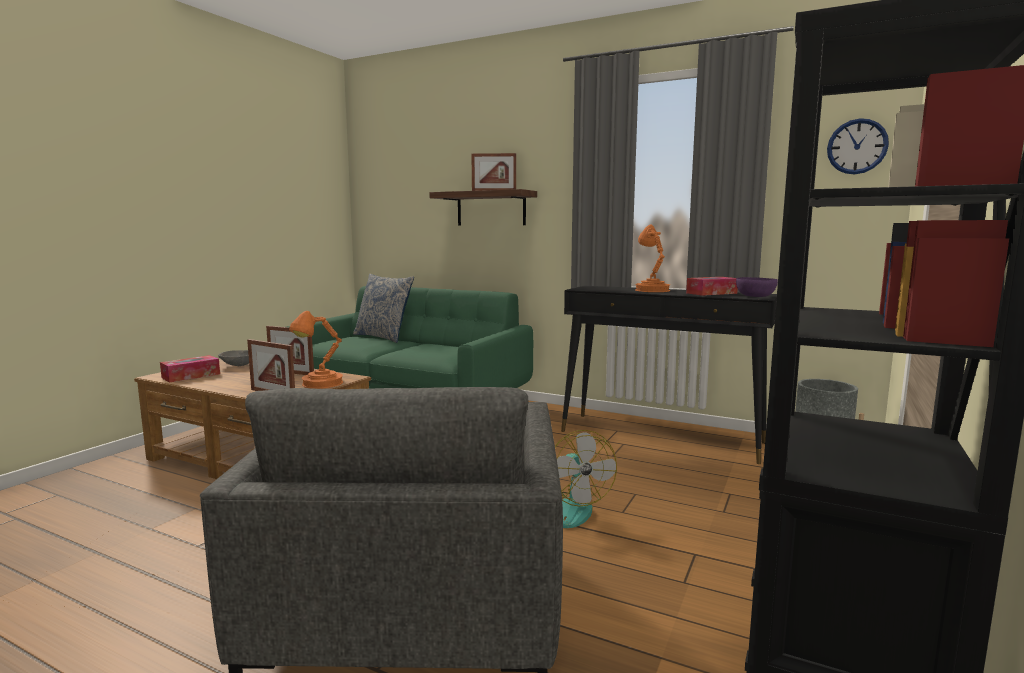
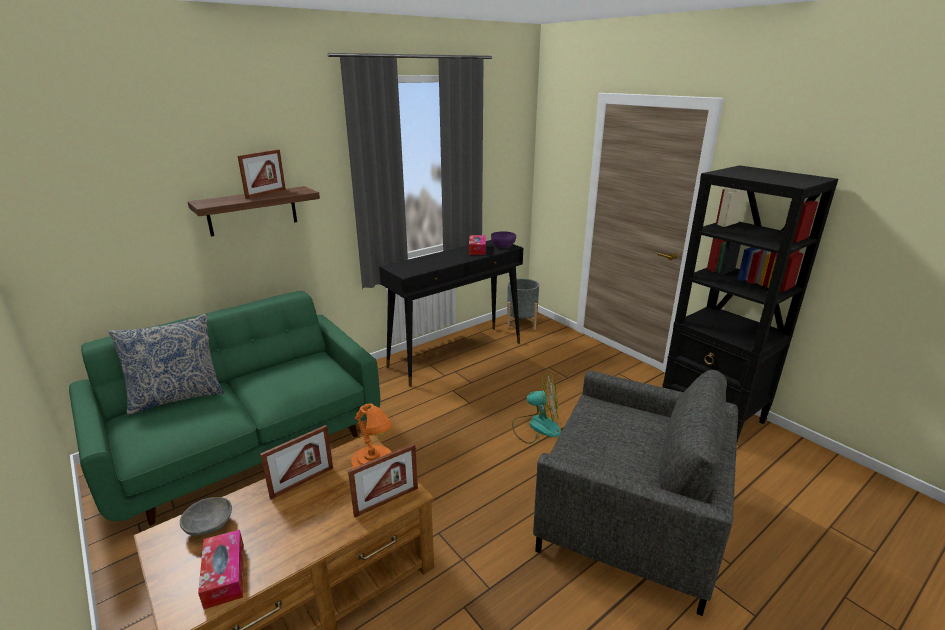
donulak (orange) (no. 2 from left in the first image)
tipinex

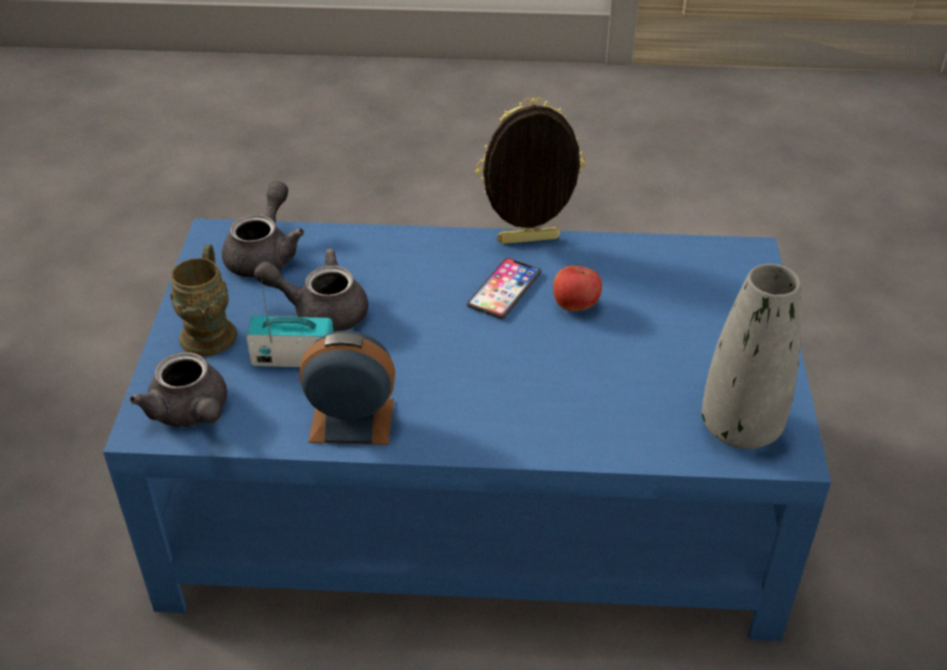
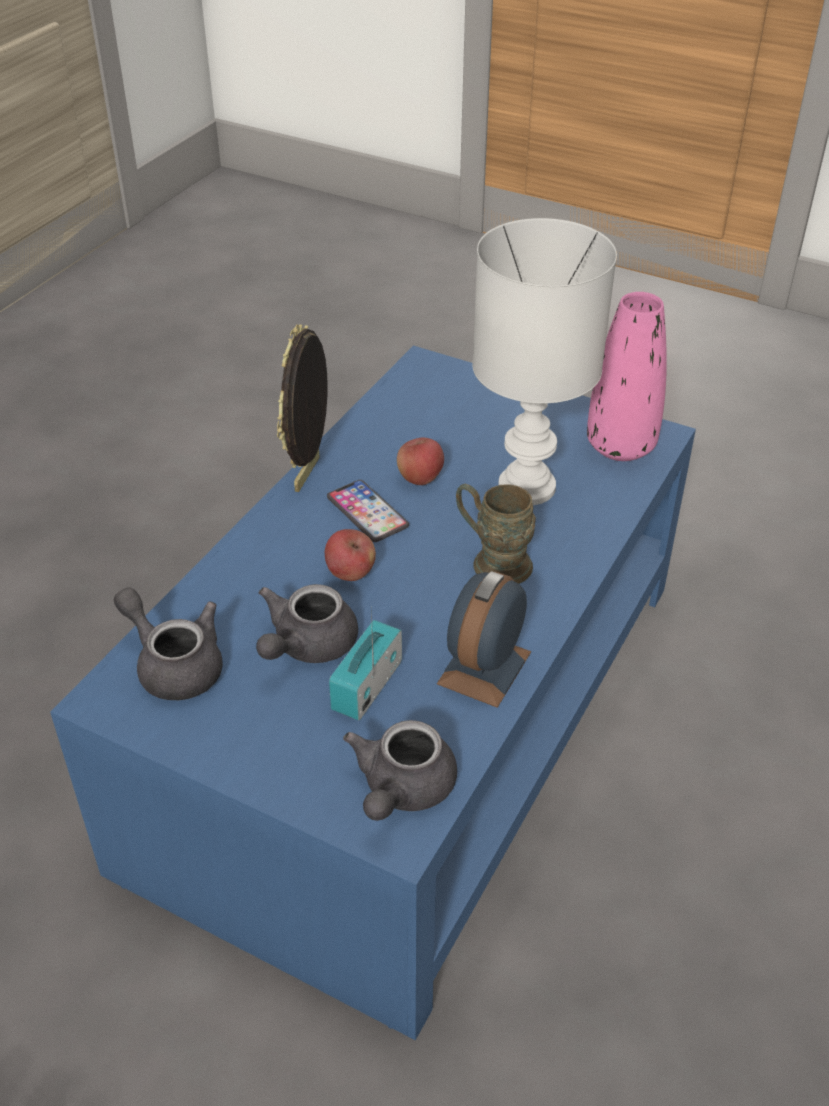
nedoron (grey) (no. 3 from left)
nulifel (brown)
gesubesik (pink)
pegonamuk (no. 1 from left)
donulak (white)

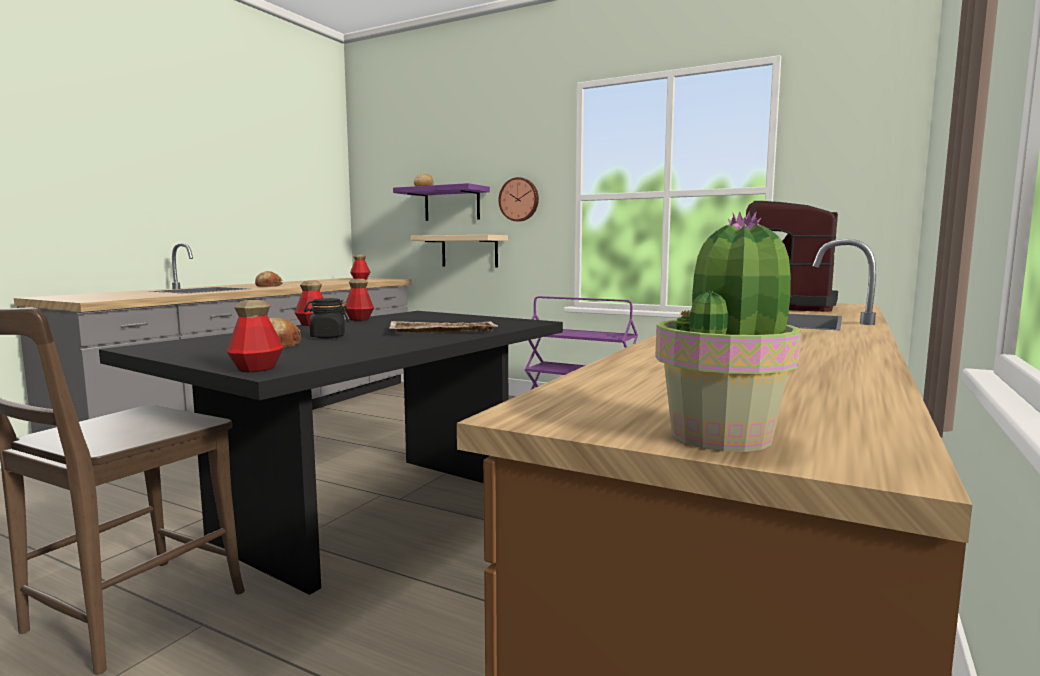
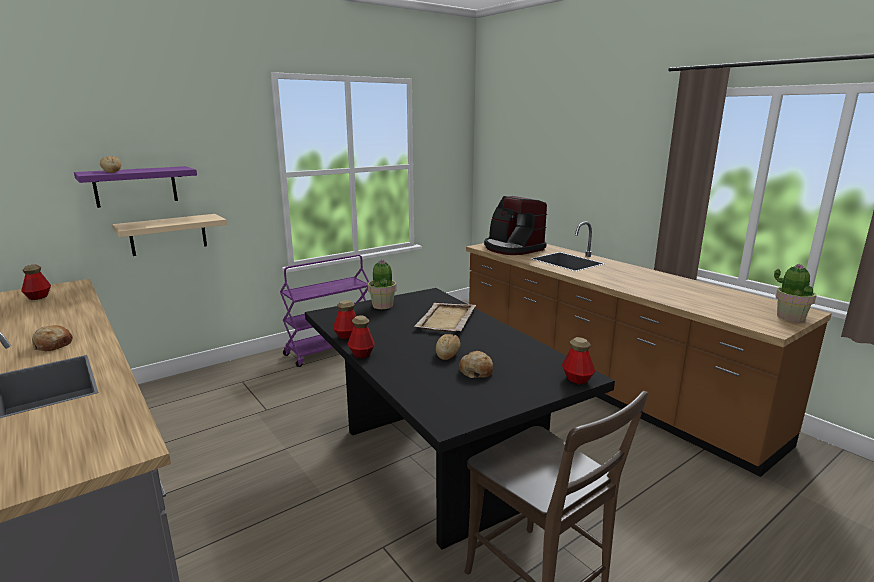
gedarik (no. 3 from left)
tipinex
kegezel (no. 1 from left)

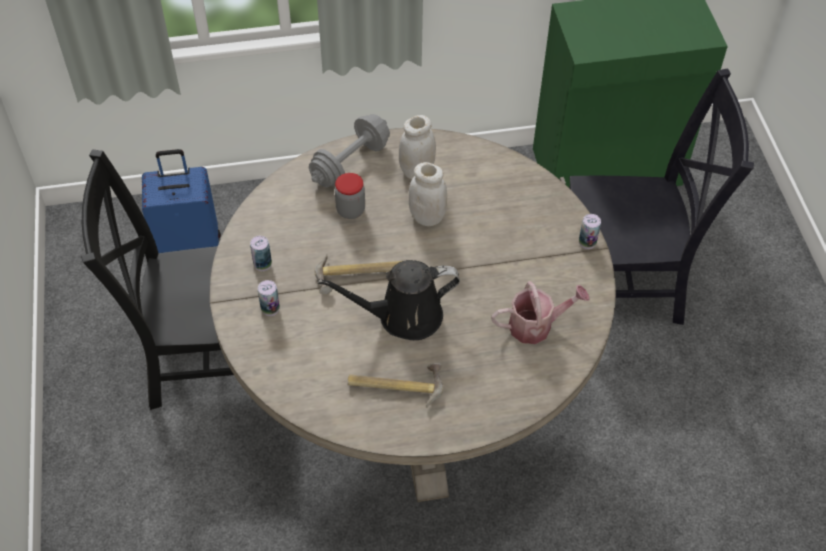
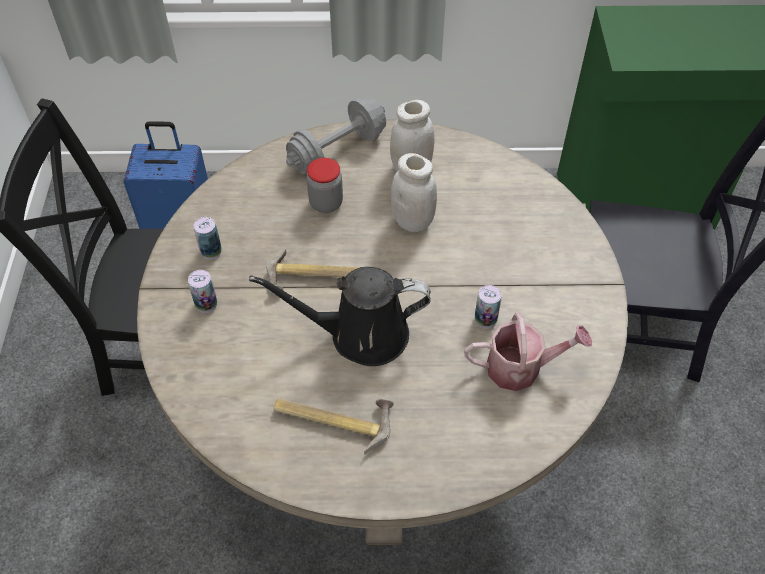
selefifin (no. 3 from left)

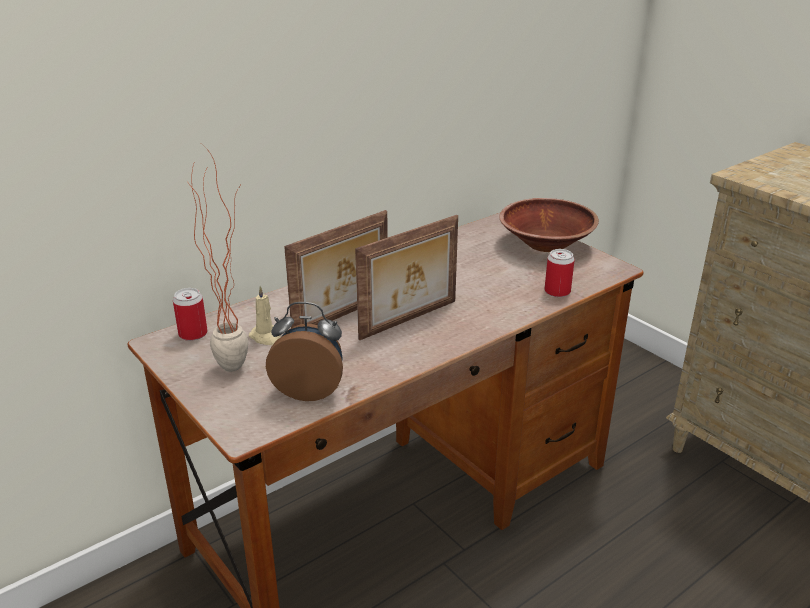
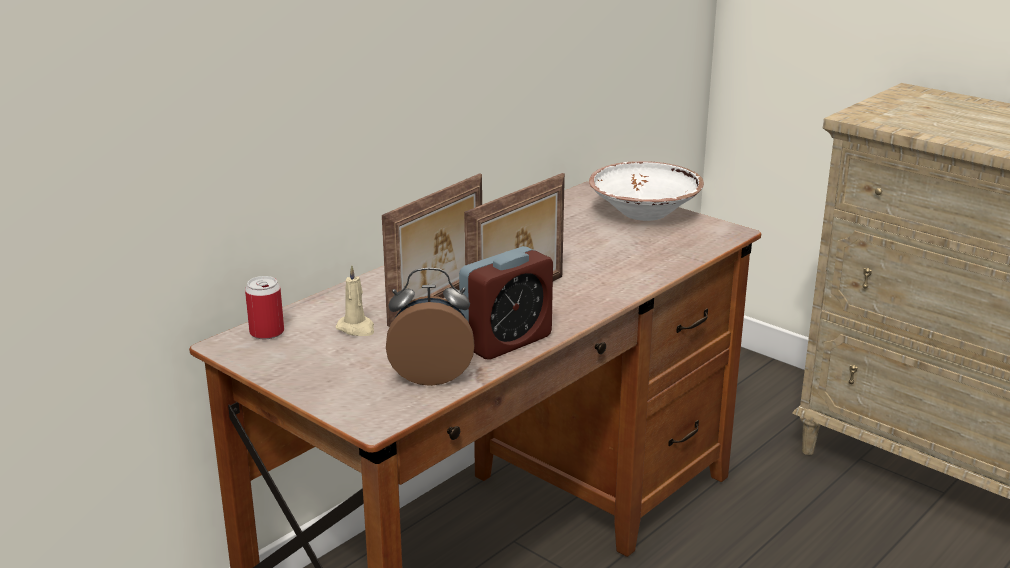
kegezel
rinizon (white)
selefifin (no. 2 from left in the first image)
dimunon (no. 2 from left)

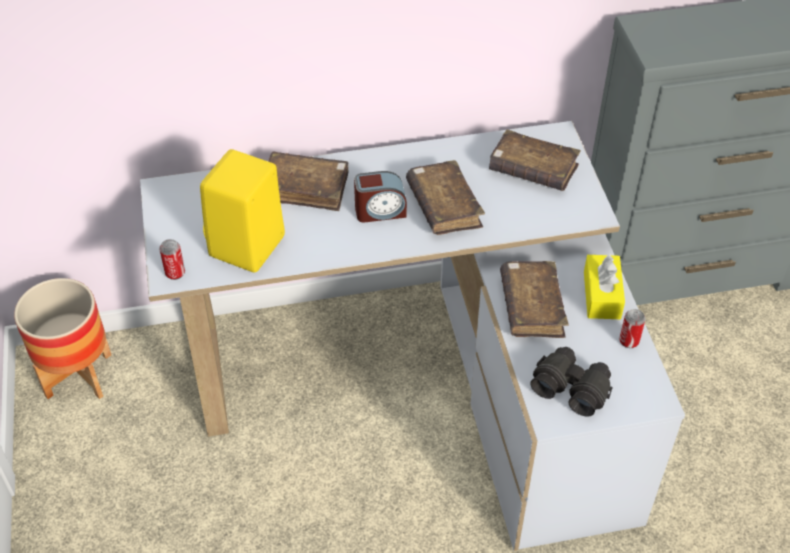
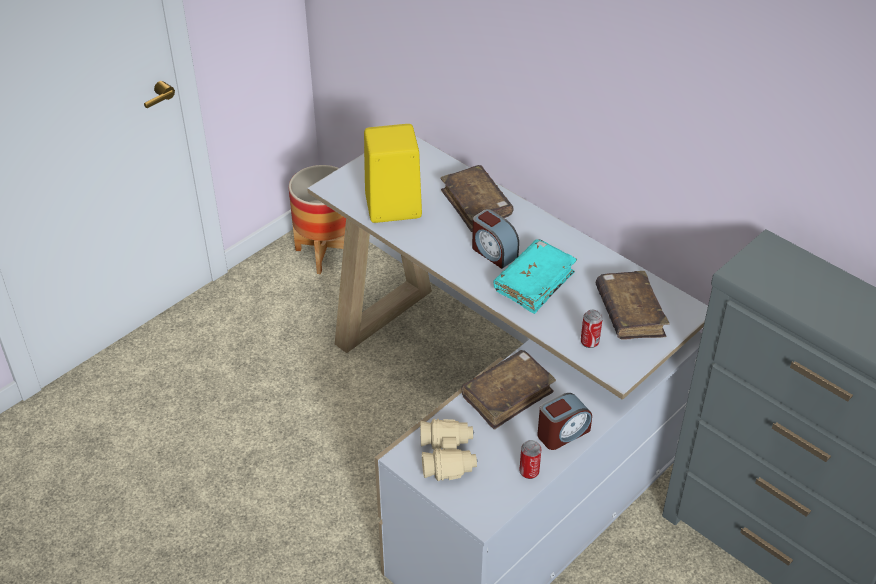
selefifin (no. 2 from left)
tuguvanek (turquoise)
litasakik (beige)
dimunon (no. 2 from left)

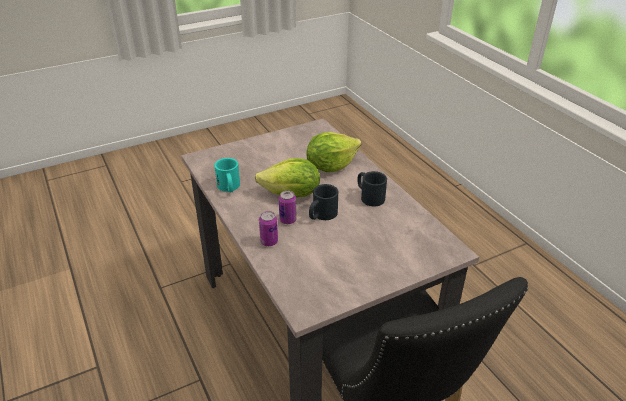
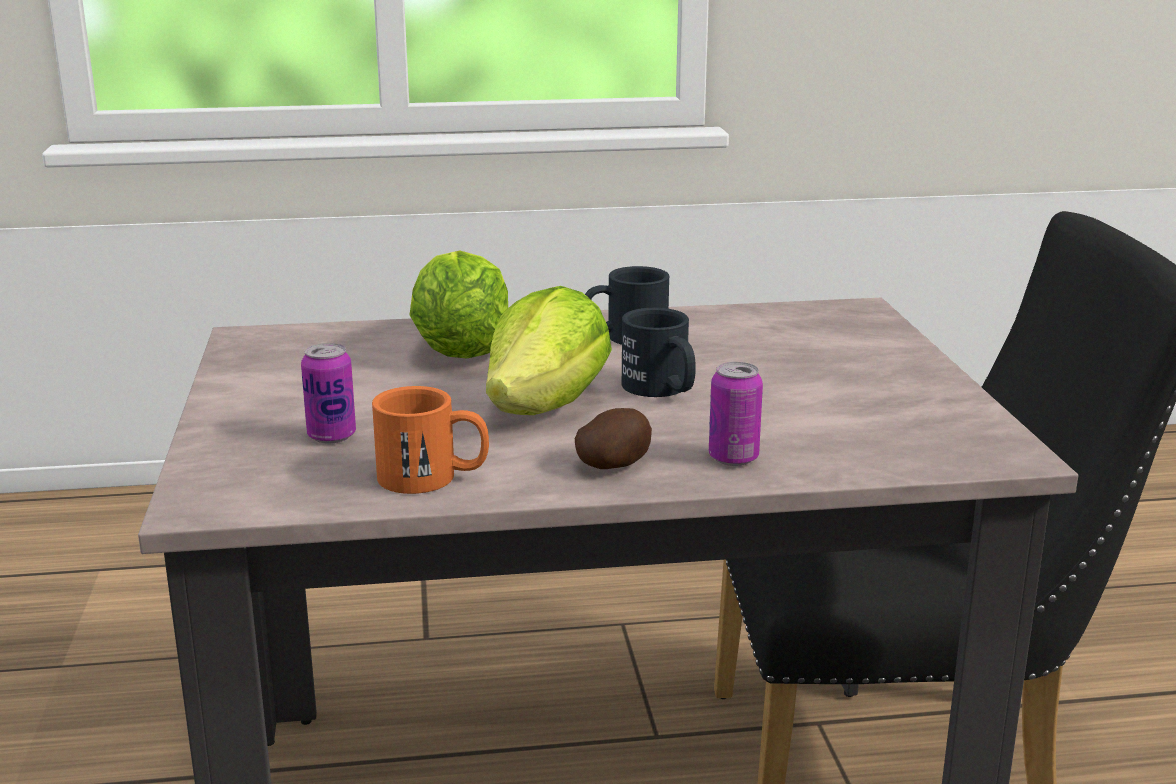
nulifel (orange)
selefifin (no. 1 from left)
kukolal

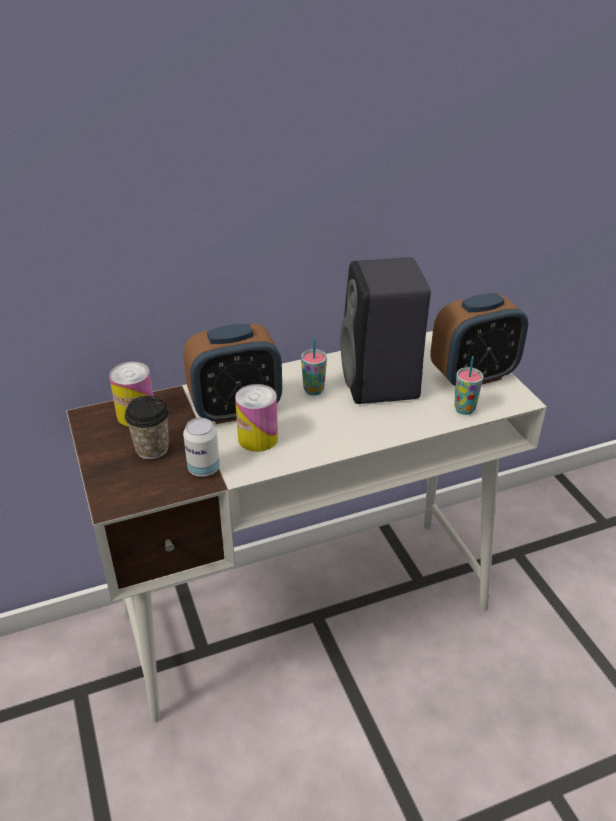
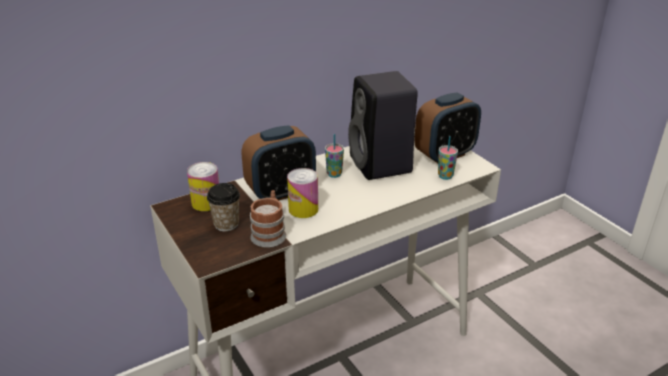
nulifel

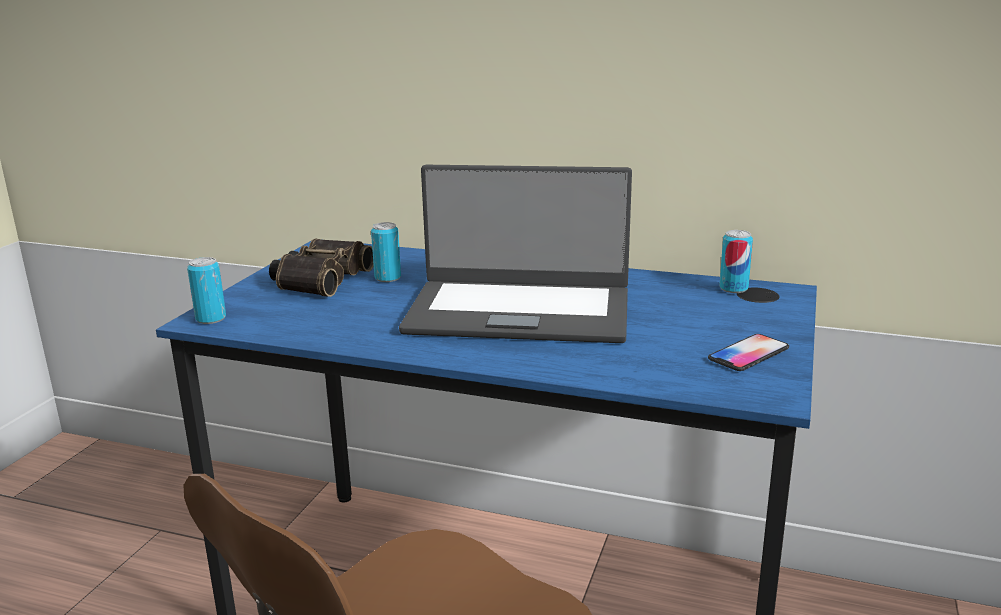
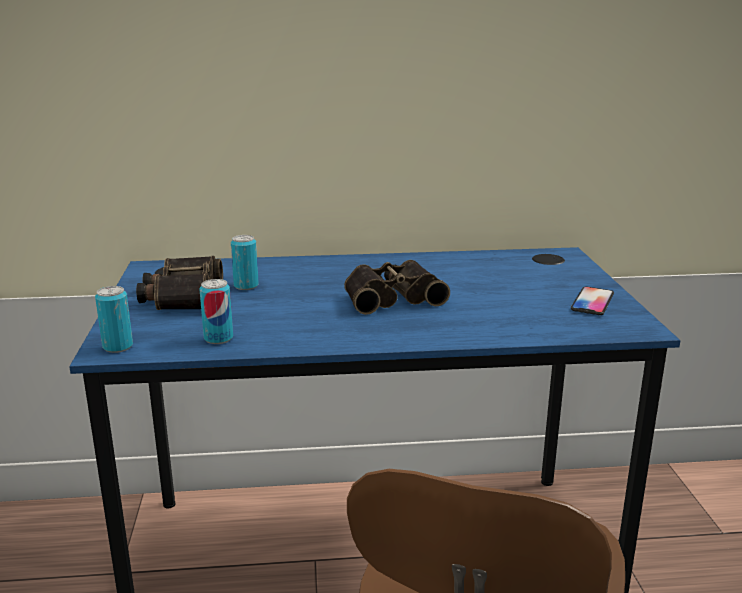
litasakik (no. 2 from left)
selefifin (no. 2 from left)

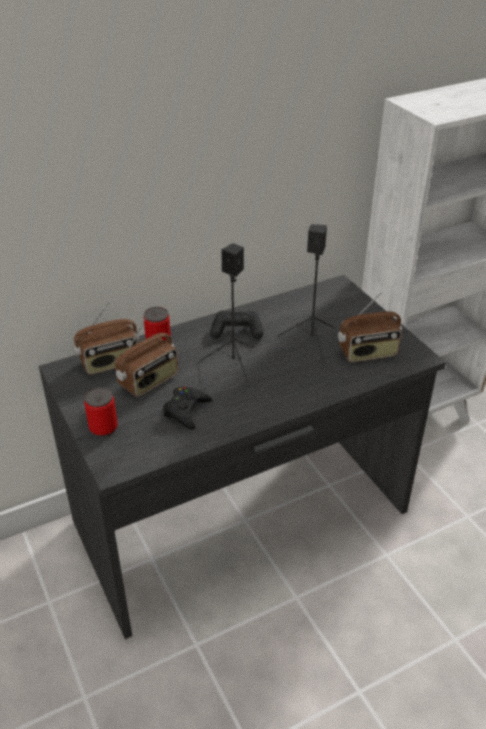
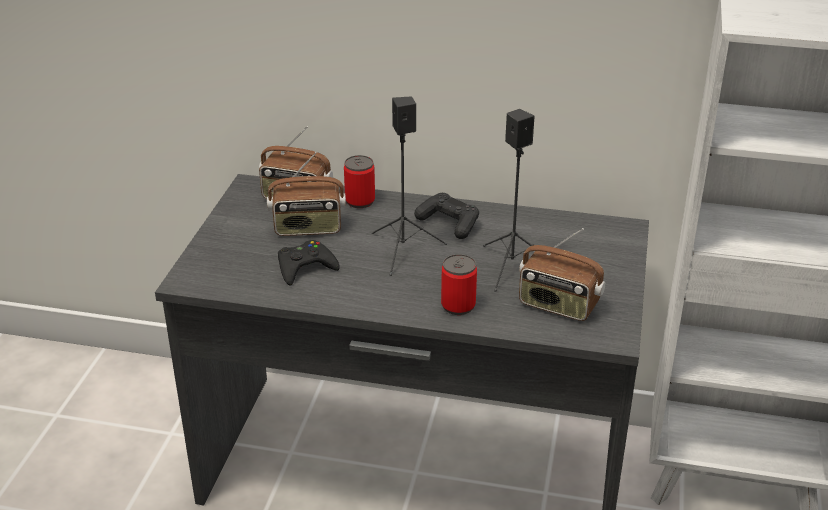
selefifin (no. 2 from left)

